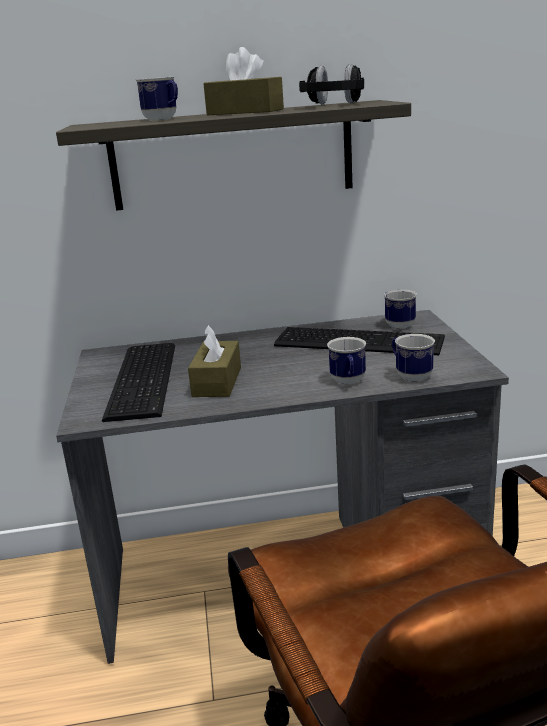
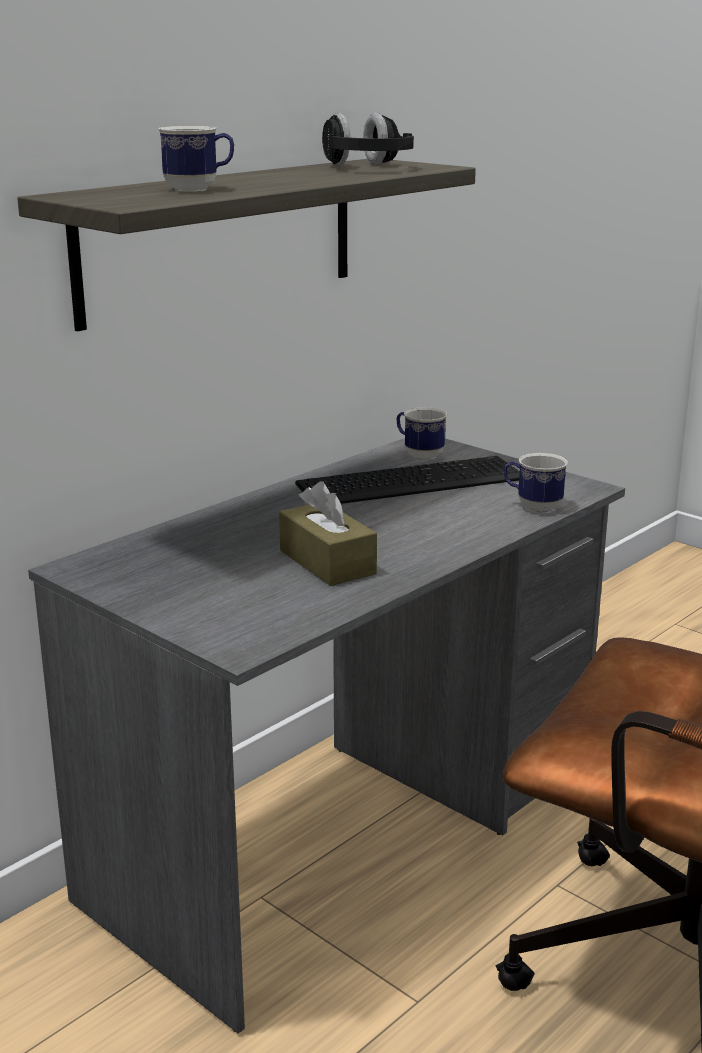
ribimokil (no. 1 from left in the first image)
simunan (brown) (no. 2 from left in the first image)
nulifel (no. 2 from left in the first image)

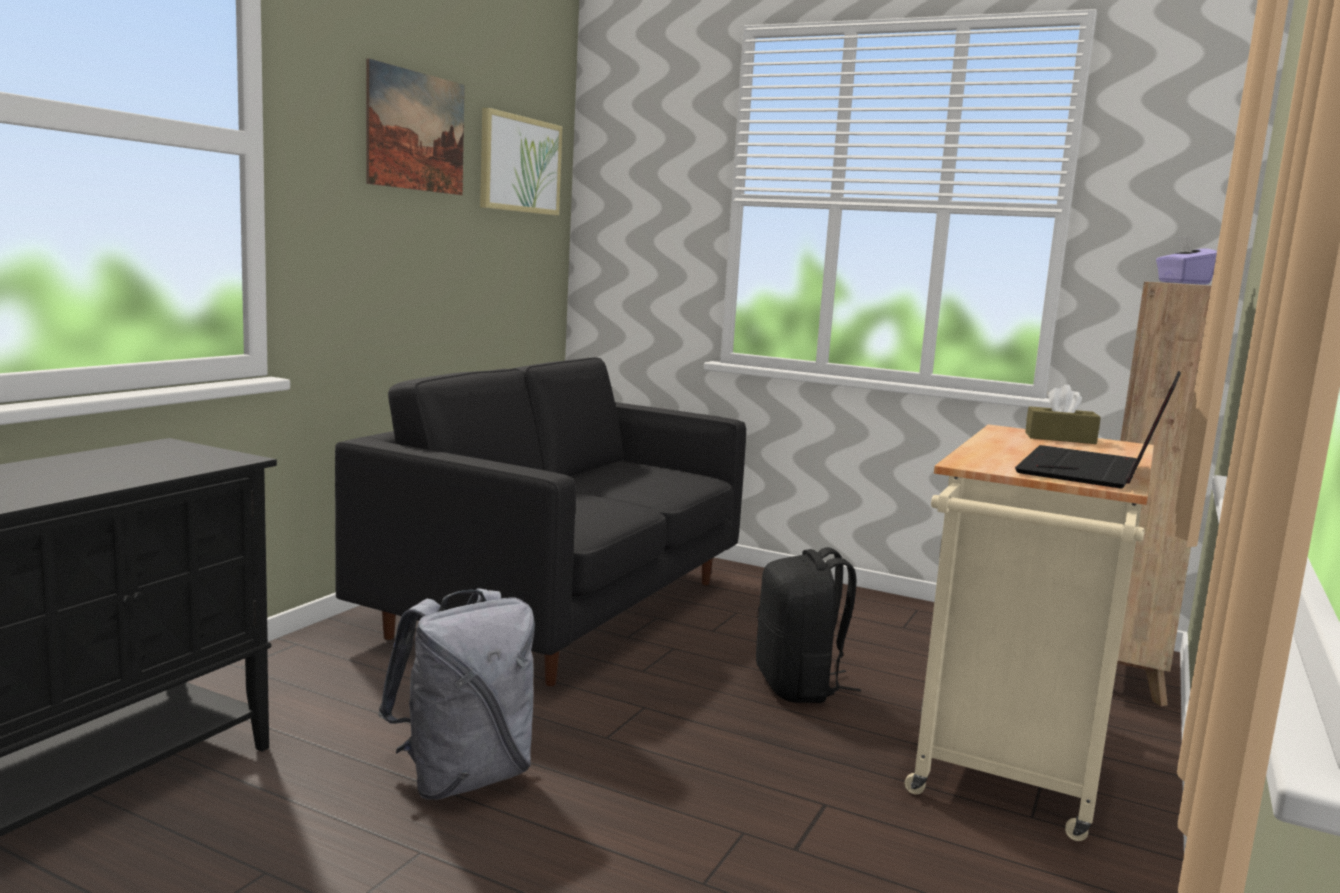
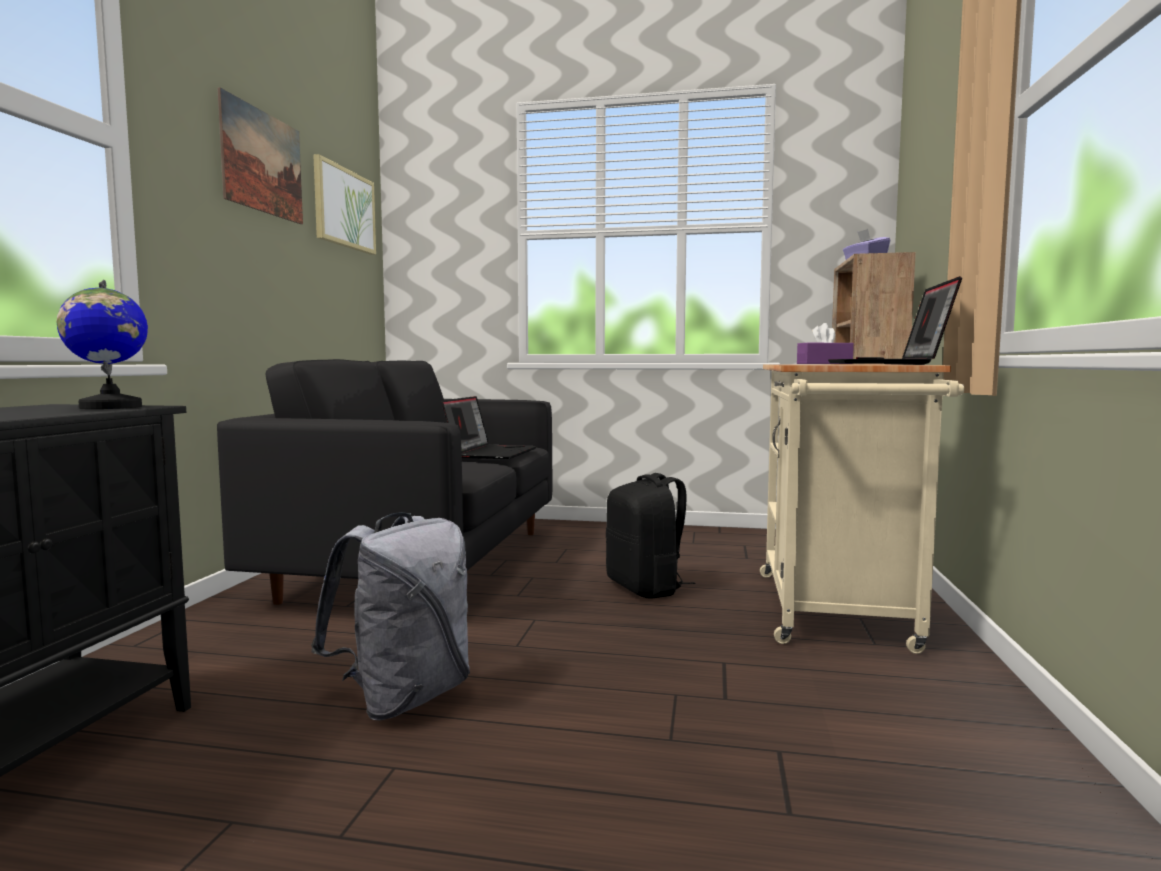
simunan (purple) (no. 1 from left)
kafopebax
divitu (no. 1 from left)

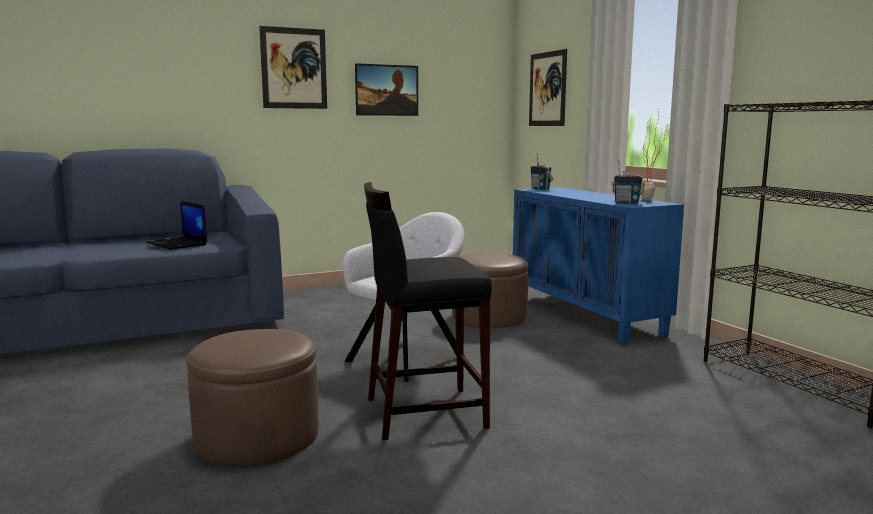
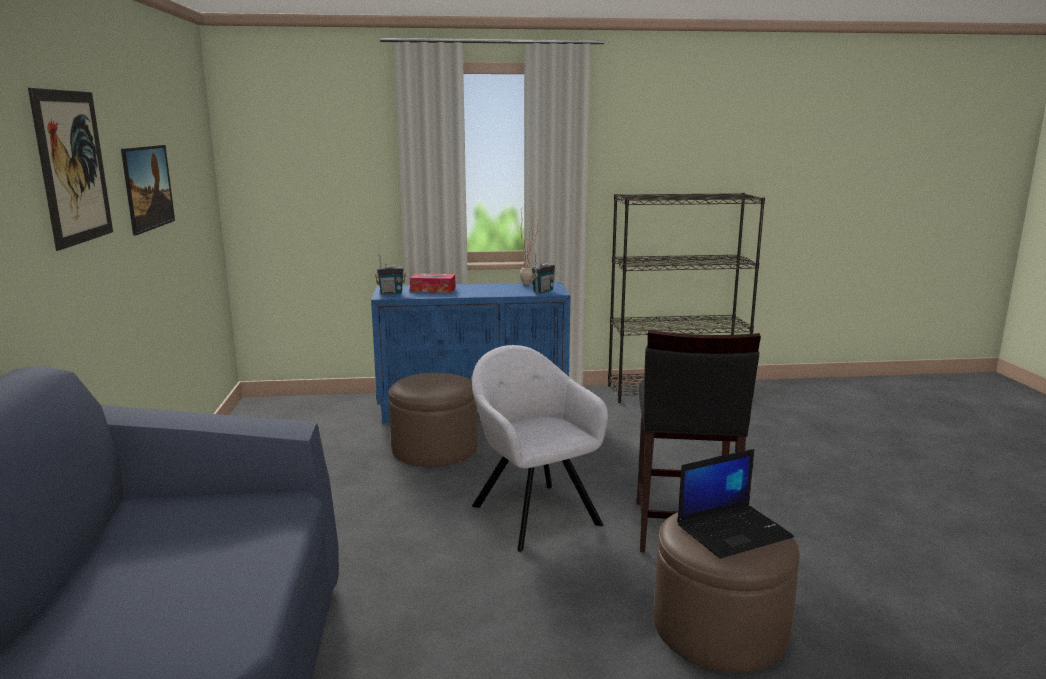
divitu
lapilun (no. 3 from left in the first image)
simunan

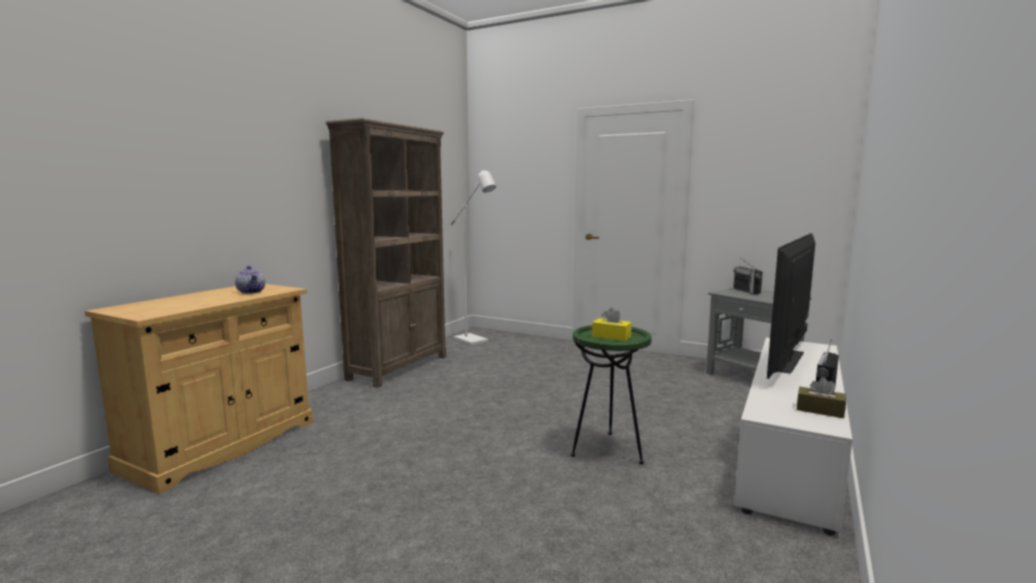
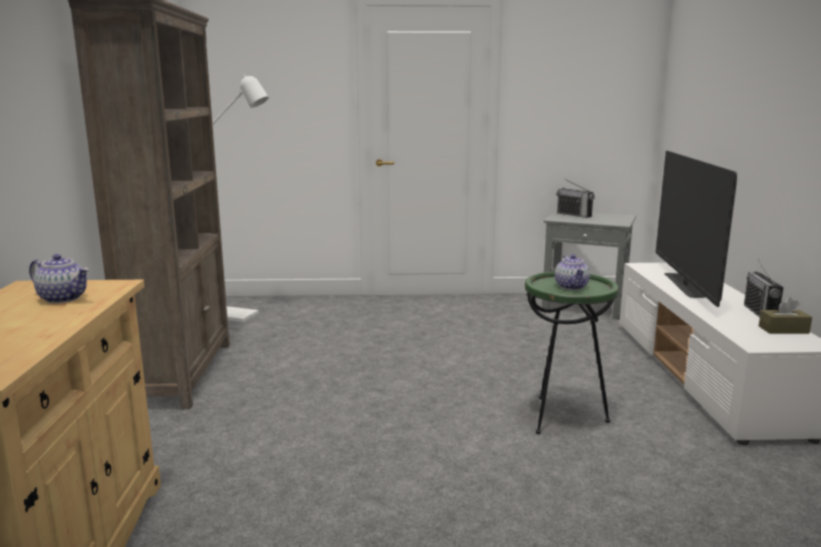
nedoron (no. 2 from left)

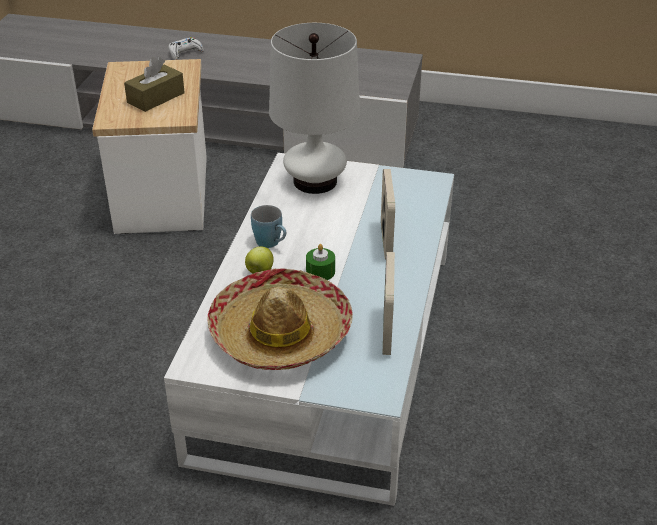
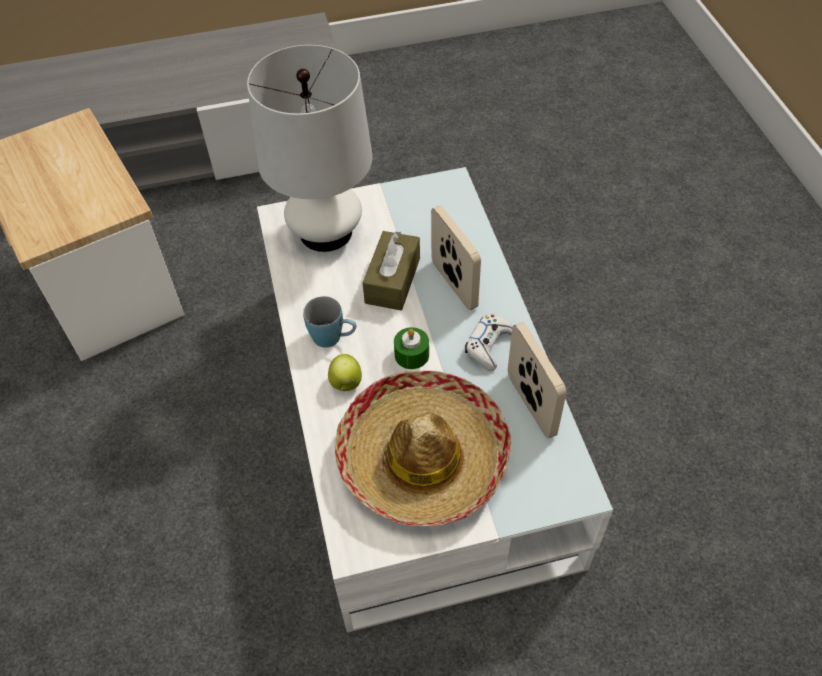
simunan (brown)
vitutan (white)

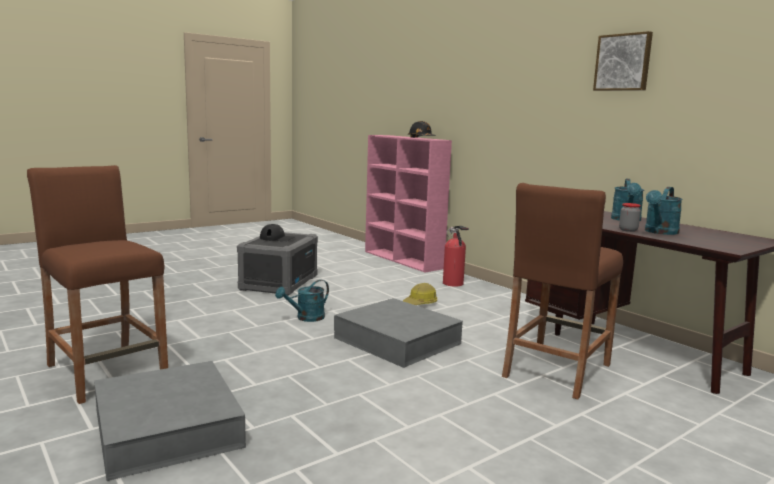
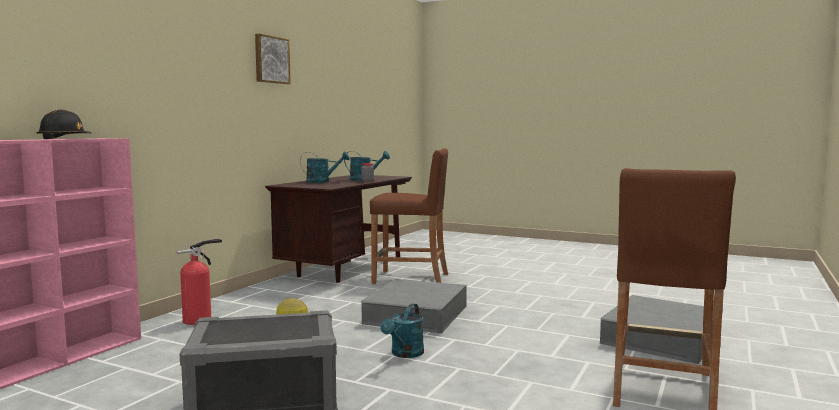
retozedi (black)
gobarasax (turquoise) (no. 3 from left)

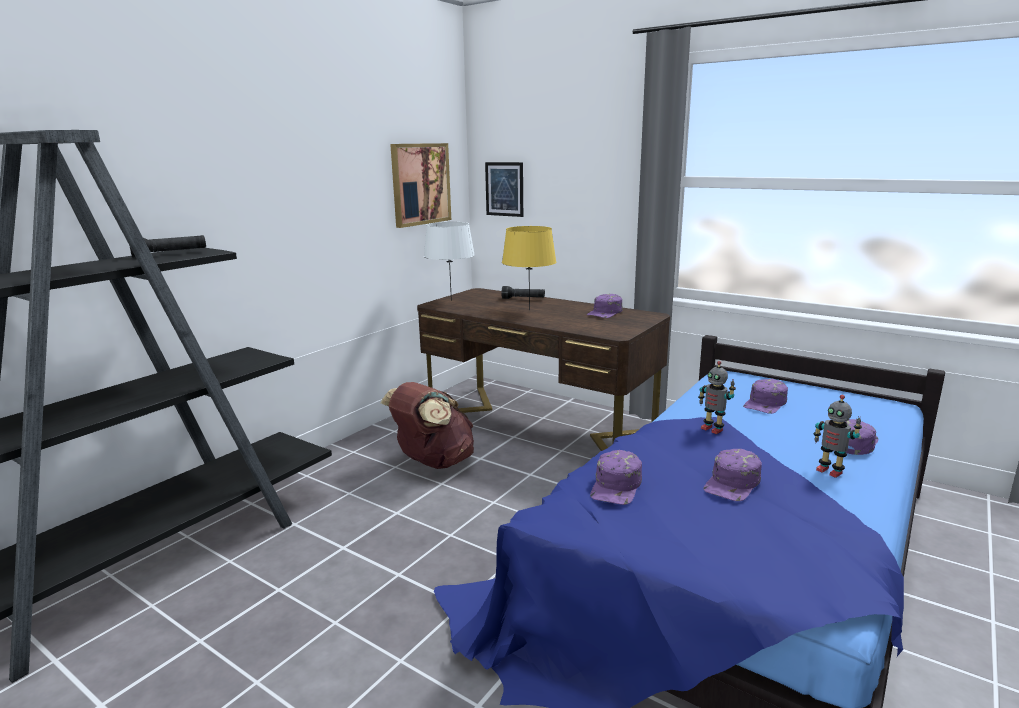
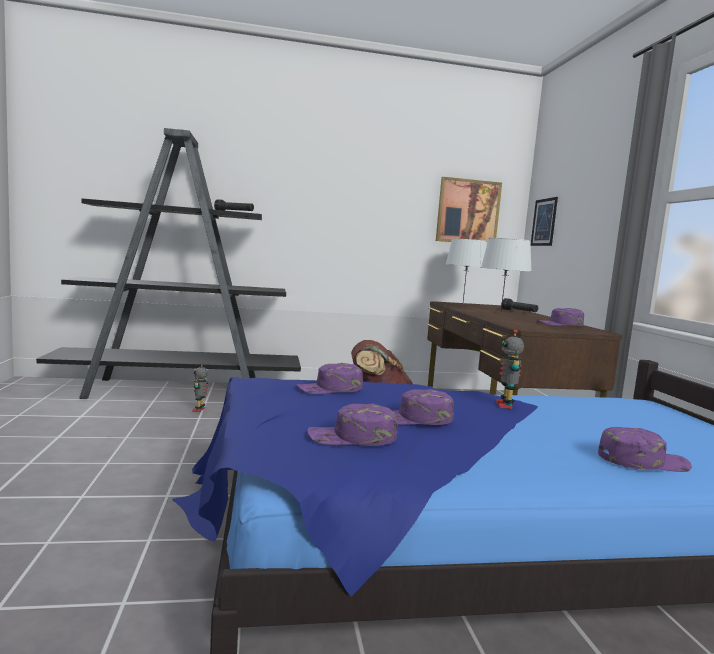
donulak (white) (no. 2 from left)
retozedi (purple) (no. 2 from left)
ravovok (no. 1 from left)

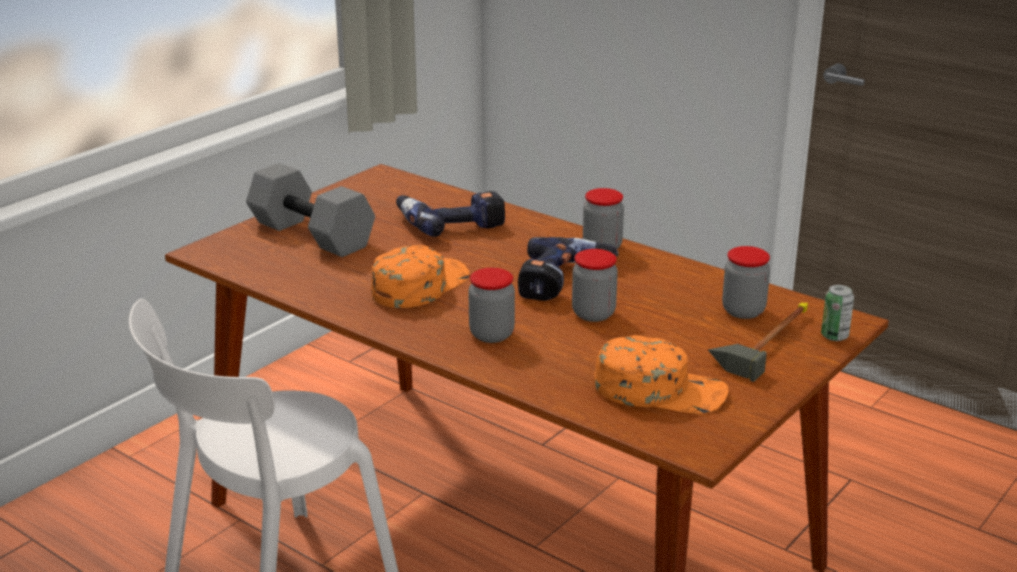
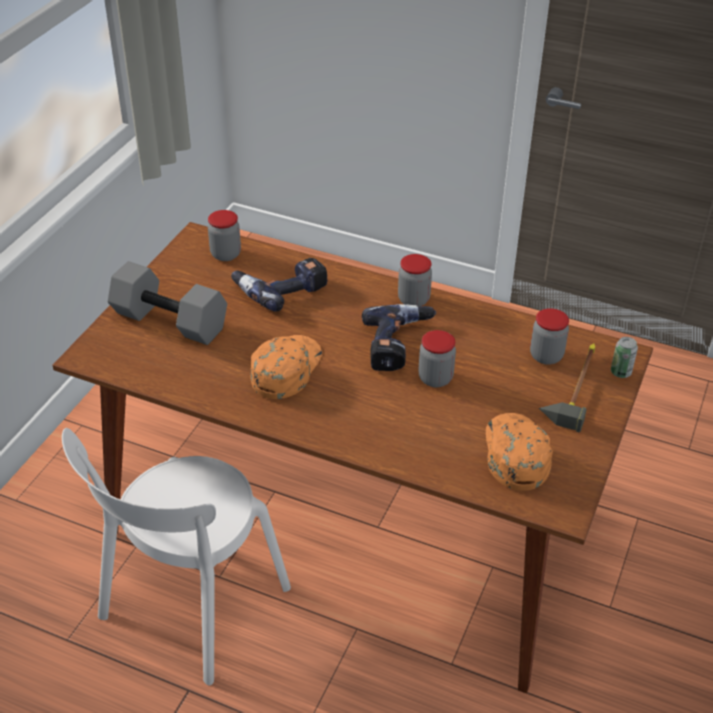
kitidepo (no. 1 from left)
retozedi (orange) (no. 2 from left)

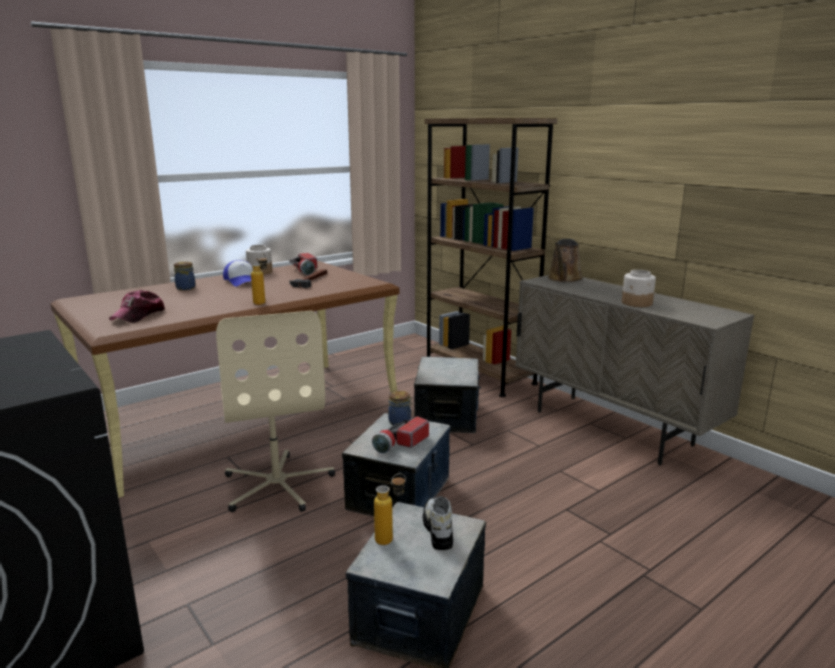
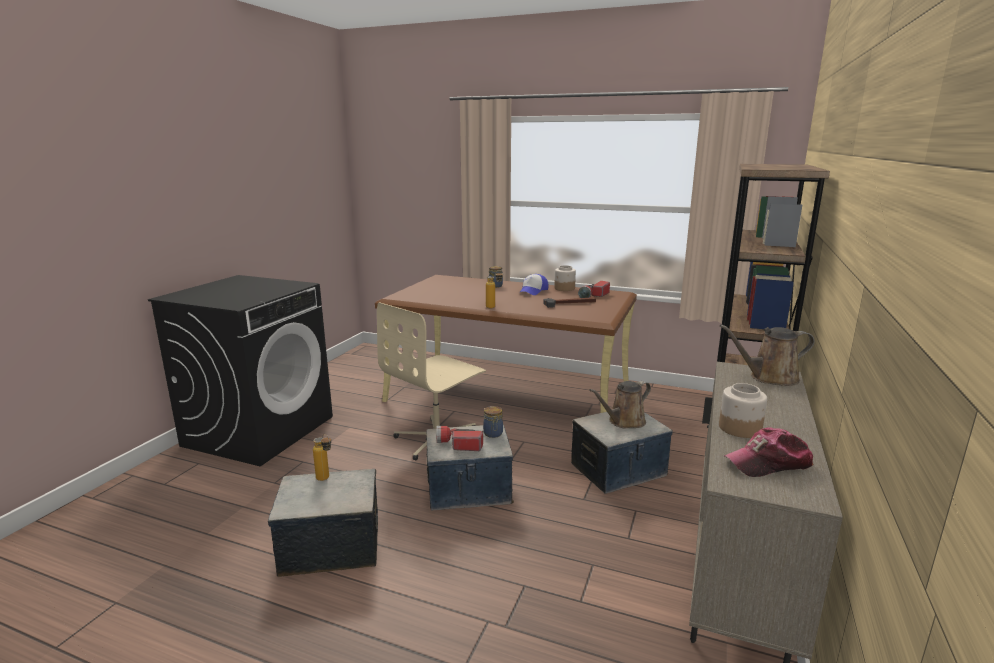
retozedi (no. 2 from left)
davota
gobarasax (brown) (no. 1 from left)

